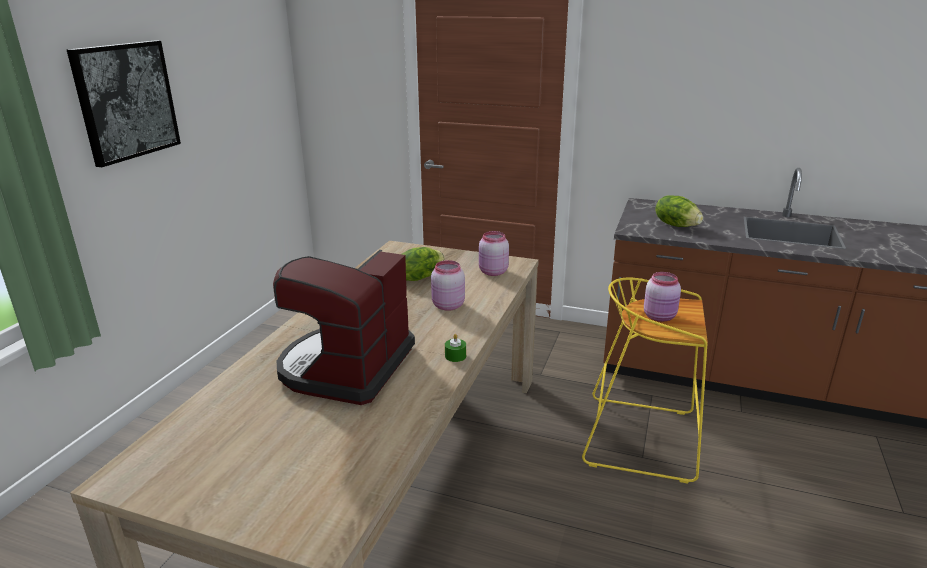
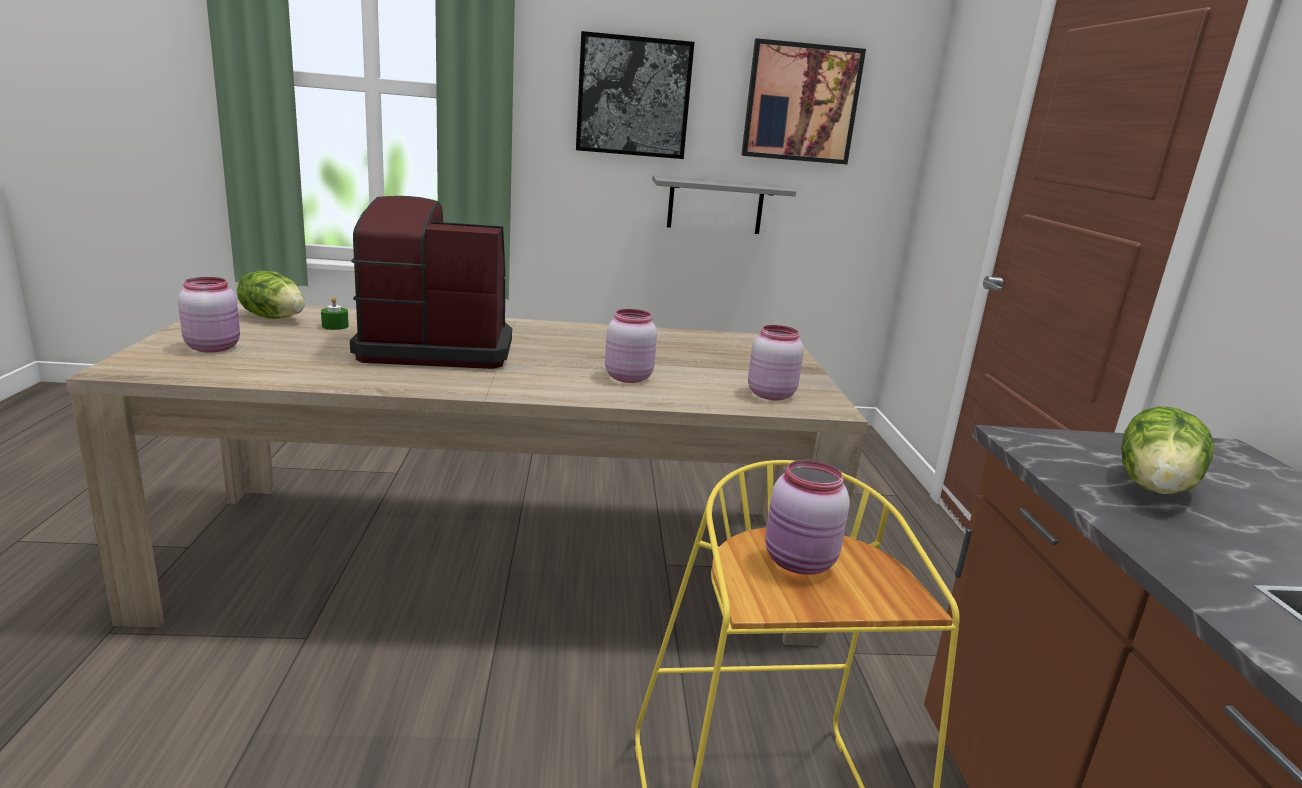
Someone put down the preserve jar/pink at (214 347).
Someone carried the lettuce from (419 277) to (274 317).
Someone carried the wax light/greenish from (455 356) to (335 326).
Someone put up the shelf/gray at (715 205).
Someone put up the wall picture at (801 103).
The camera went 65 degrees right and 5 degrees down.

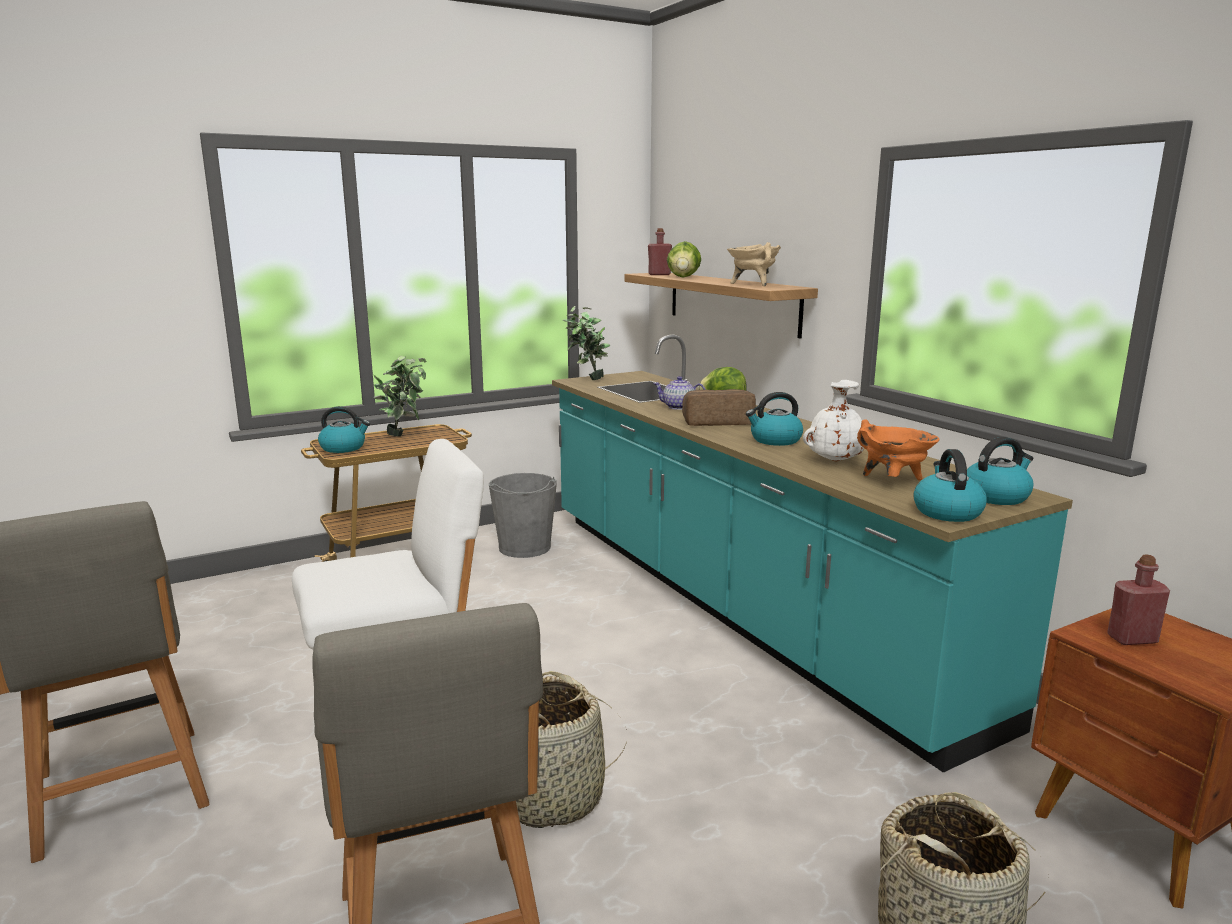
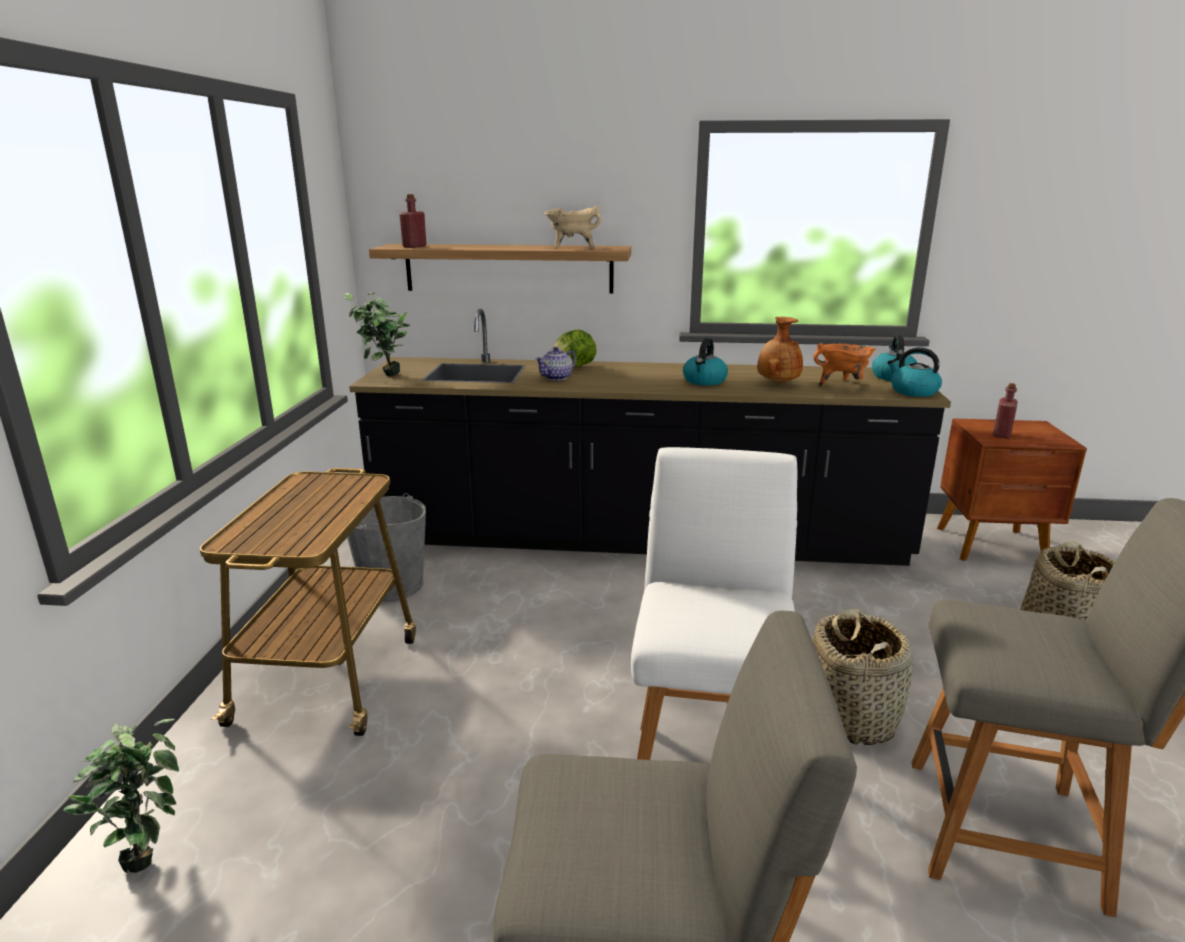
Someone carried the houseplant from (404 434) to (146 851).
Someone repainted the kitchen base unit/turquoise at (734 603), which became the kitchen base unit/blackish at (638 539).
Someone repainted the decorative vase/whitish at (834 460), which became the decorative vase/brownish at (777 383).
Someone took away the tea kettle at (344 448).
Someone took away the lettuce at (683 277).
Someone took away the baked bread at (717 422).
The camera went 55 degrees left and 5 degrees up.

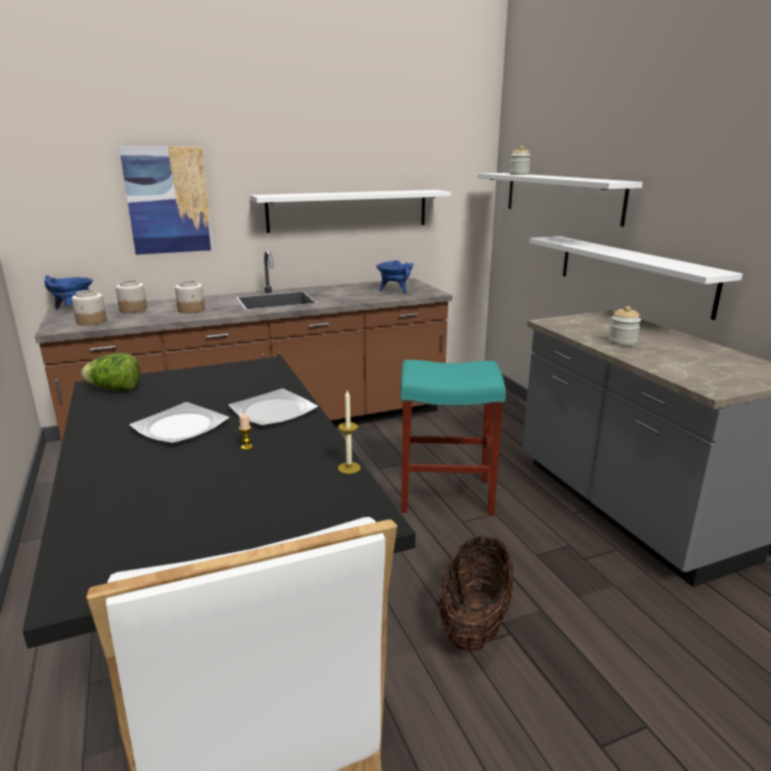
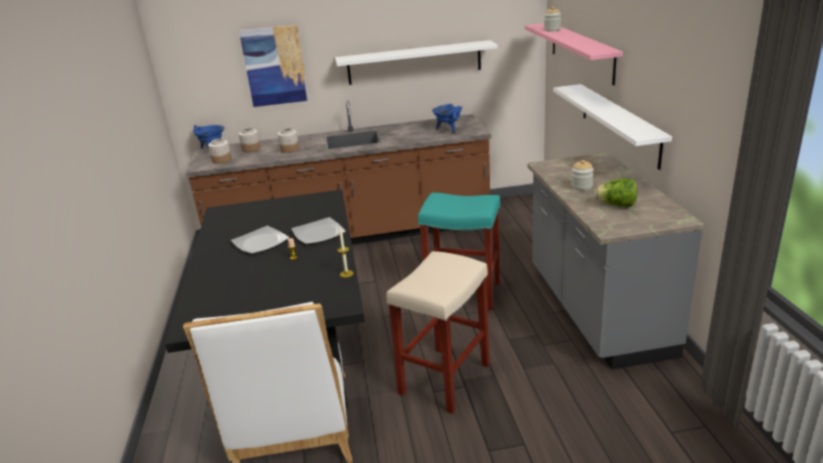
Someone swapped the storage basket at (474 622) for the stool seat/beige-coloured at (444 378).
Someone repainted the shelf/whitish at (561 196), which became the shelf/pink at (581 51).
Someone carried the lettuce from (115 389) to (616 205).
The camera went 15 degrees right and 5 degrees up.

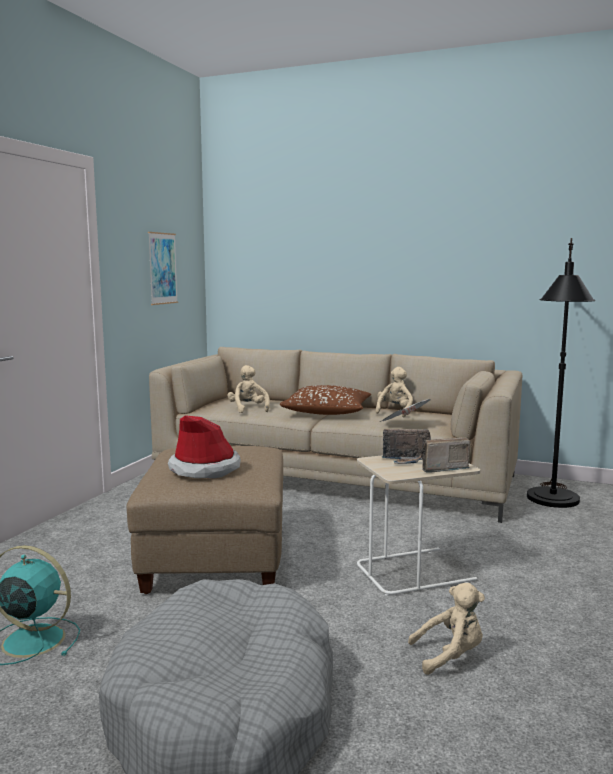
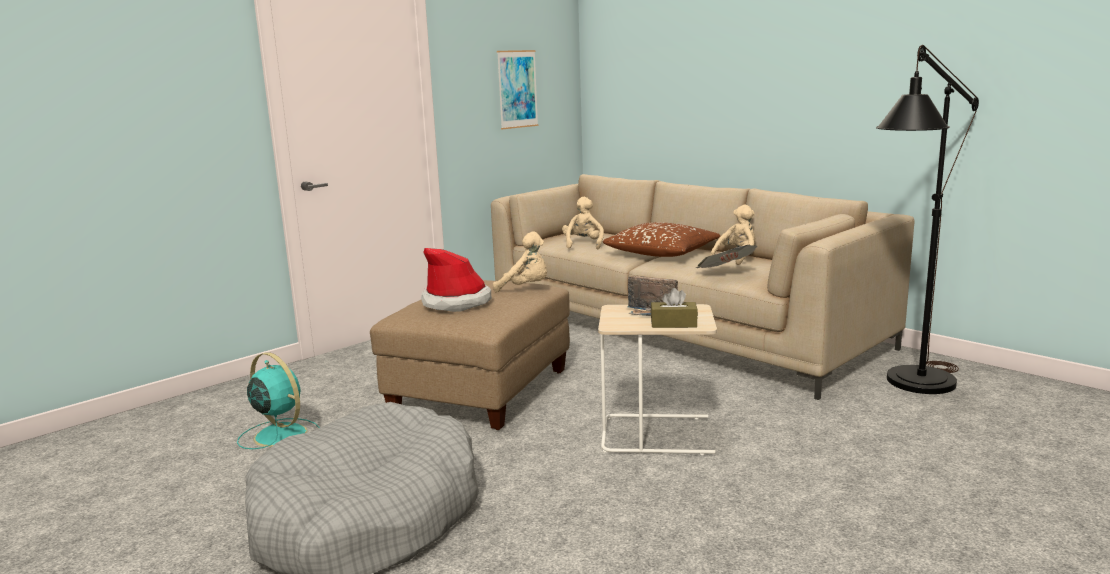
Someone carried the soft toy/beige-coloured from (450 656) to (525 288).
Someone swapped the radio at (440 468) for the tissue holder/brownish at (673 324).
The camera went 25 degrees right and 5 degrees up.

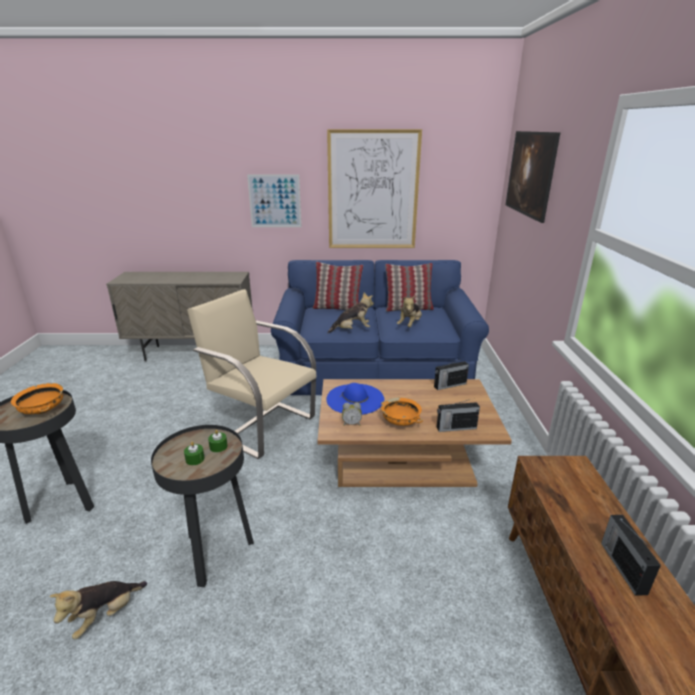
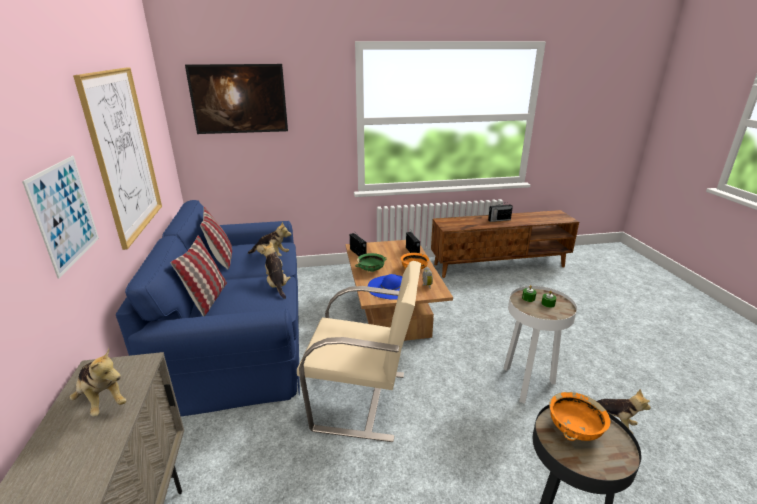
Someone put down the soft toy at (102 400).
Someone rotated the easy chair/beige-coloured at (261 425) by 105 degrees counterclockwise.
Someone put down the serving bowl/greenish at (371 269).
Someone repainted the side table/blackish at (216 554), which became the side table/whitish at (527 384).
The camera went 100 degrees left and 0 degrees up.

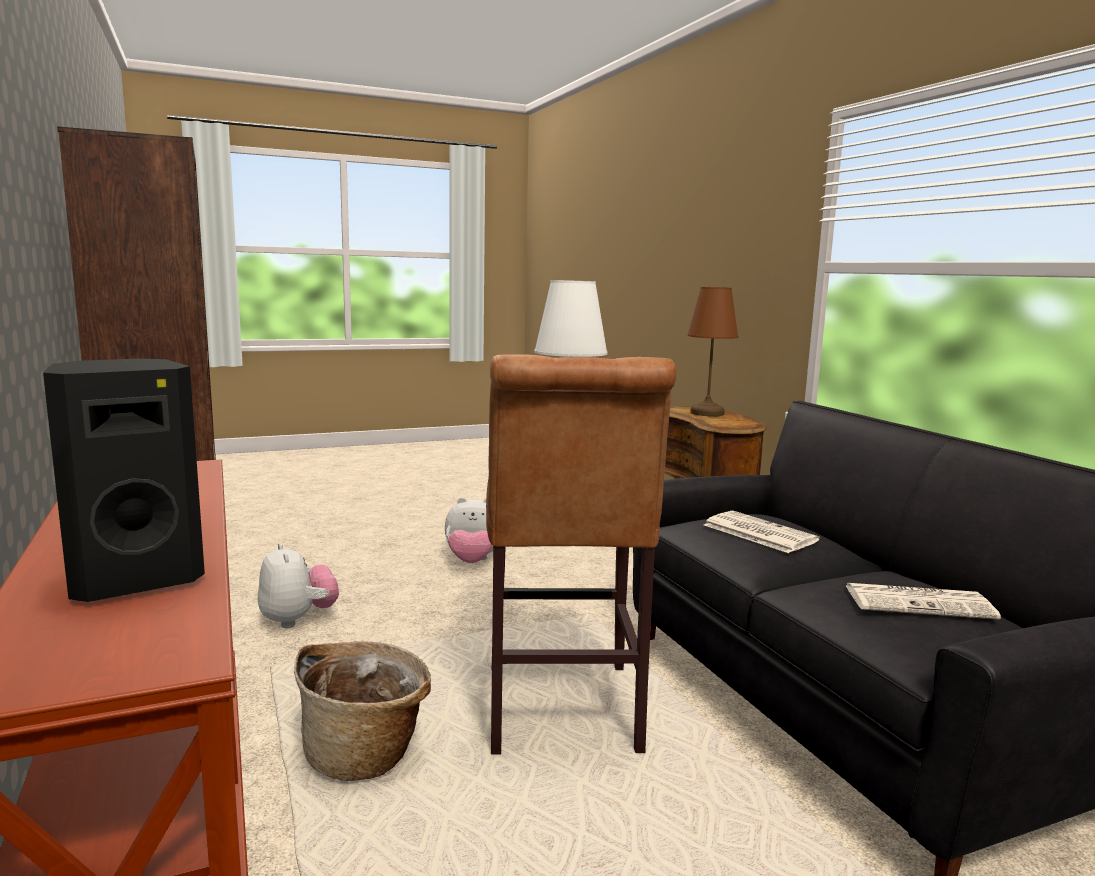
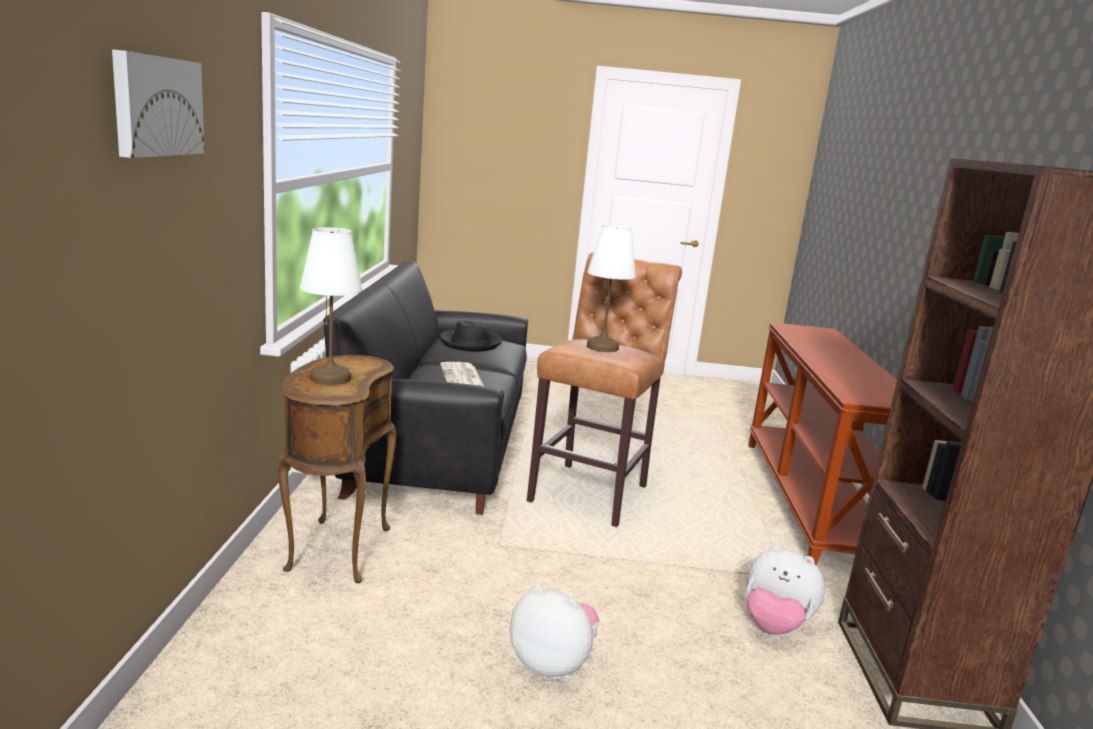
Someone put up the wall picture at (156 106).
Someone repainted the lamp for a table/brownish at (707 413), which became the lamp for a table/whitish at (330 378).
Someone swapped the printed paper at (920 602) for the clothing hat/blackish at (470 343).
Someone rotated the soft toy at (298 620) by 60 degrees counterclockwise.
Someone took away the loudspeaker/blackish at (135 579).
Someone took away the storage basket at (366 754).
The camera went 155 degrees left and 5 degrees up.

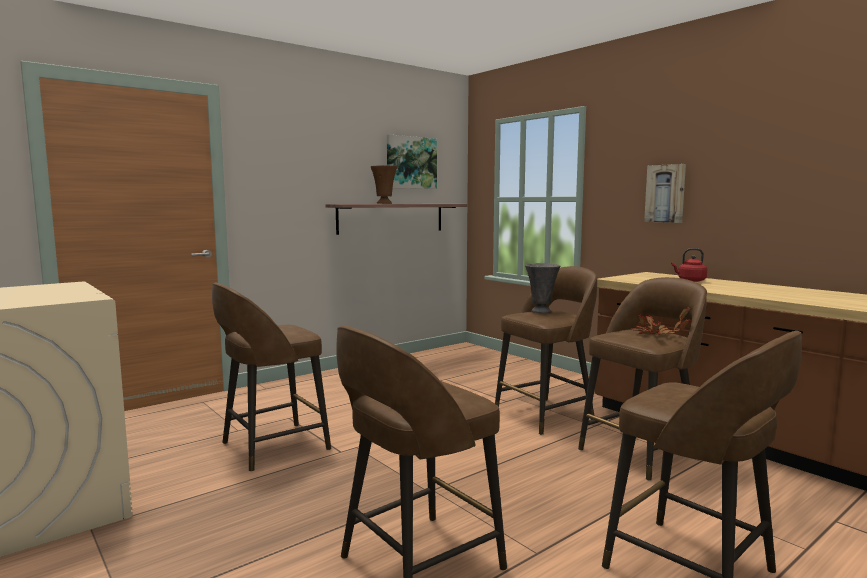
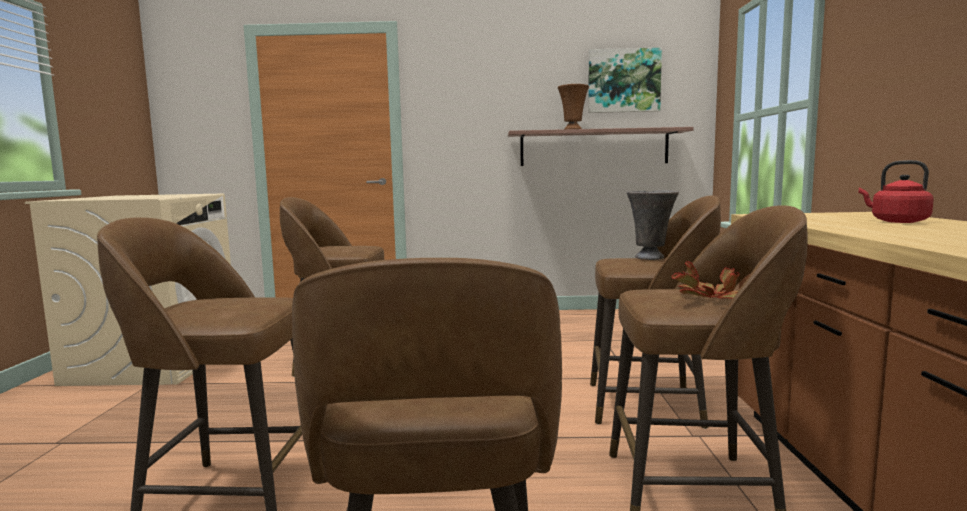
Someone took away the wall picture at (665 193).
The camera went 40 degrees right and 0 degrees up.

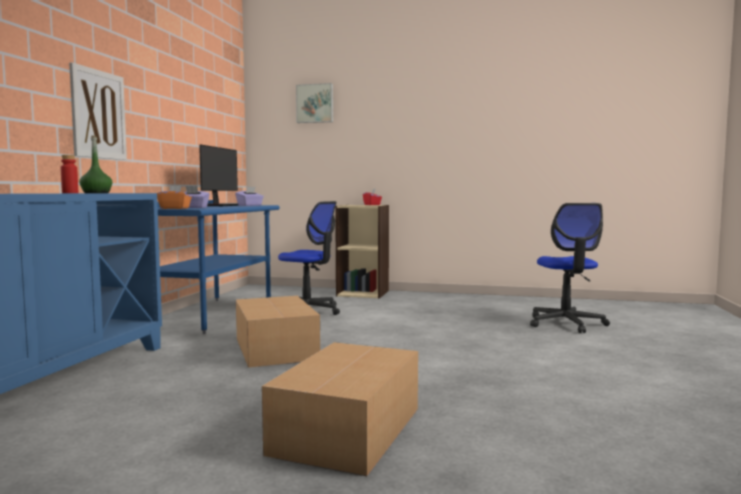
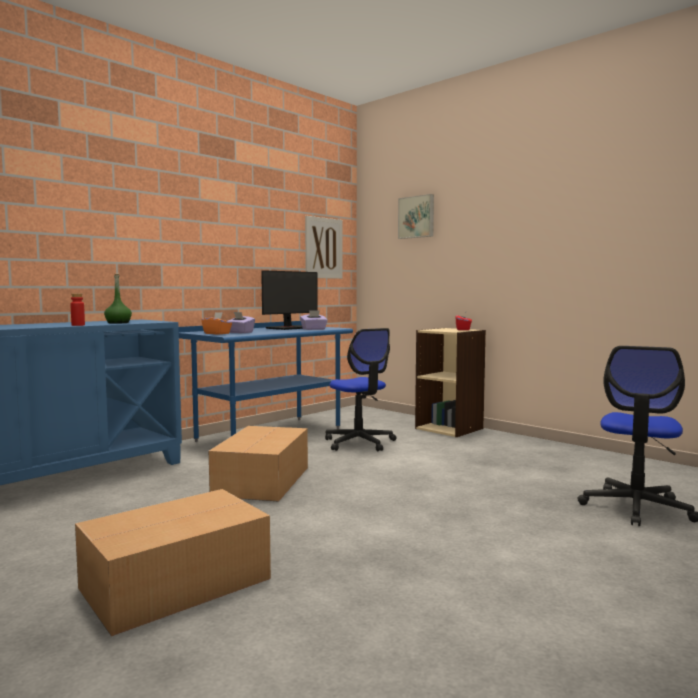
Someone carried the wall picture from (98 114) to (323 248).
The camera went 30 degrees right and 0 degrees up.

